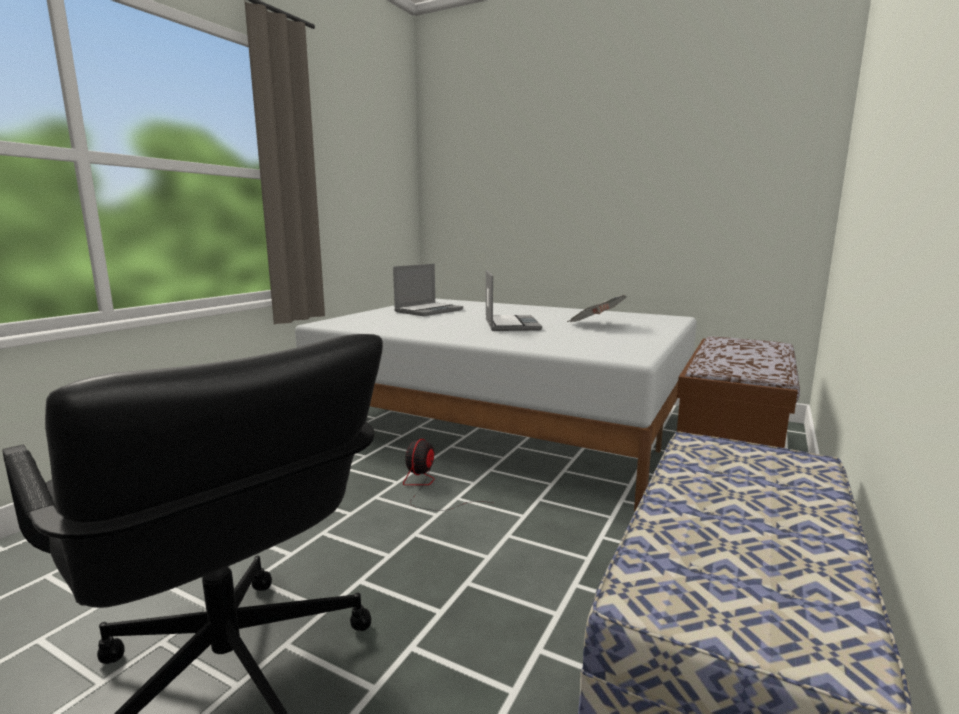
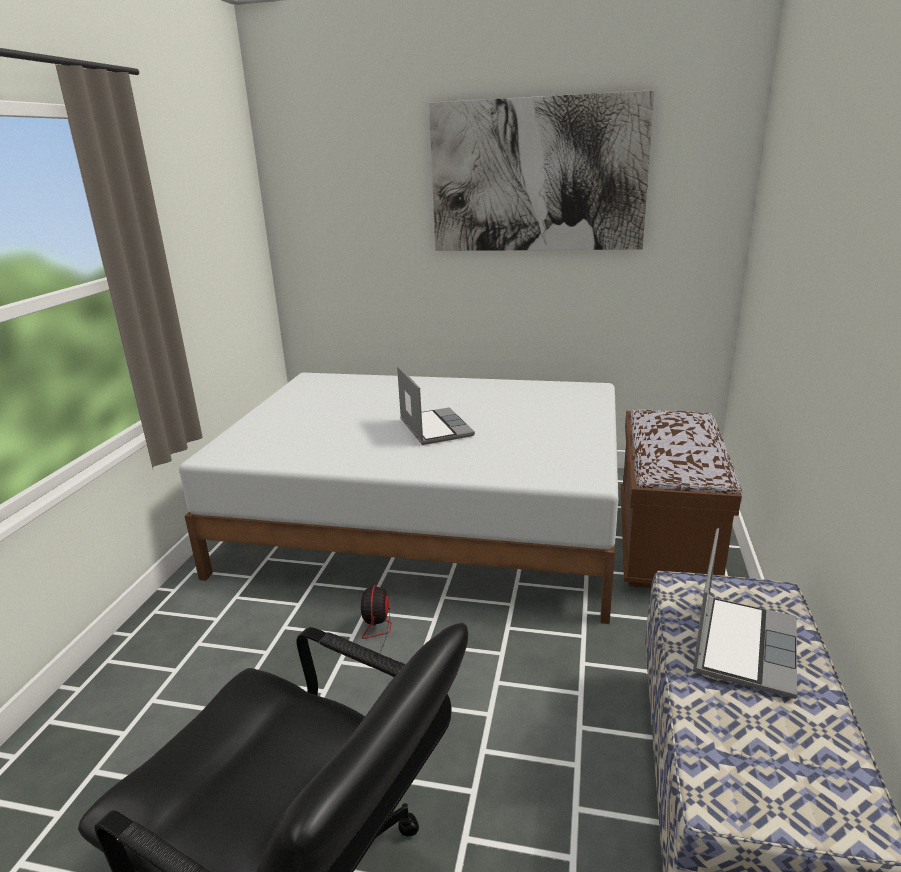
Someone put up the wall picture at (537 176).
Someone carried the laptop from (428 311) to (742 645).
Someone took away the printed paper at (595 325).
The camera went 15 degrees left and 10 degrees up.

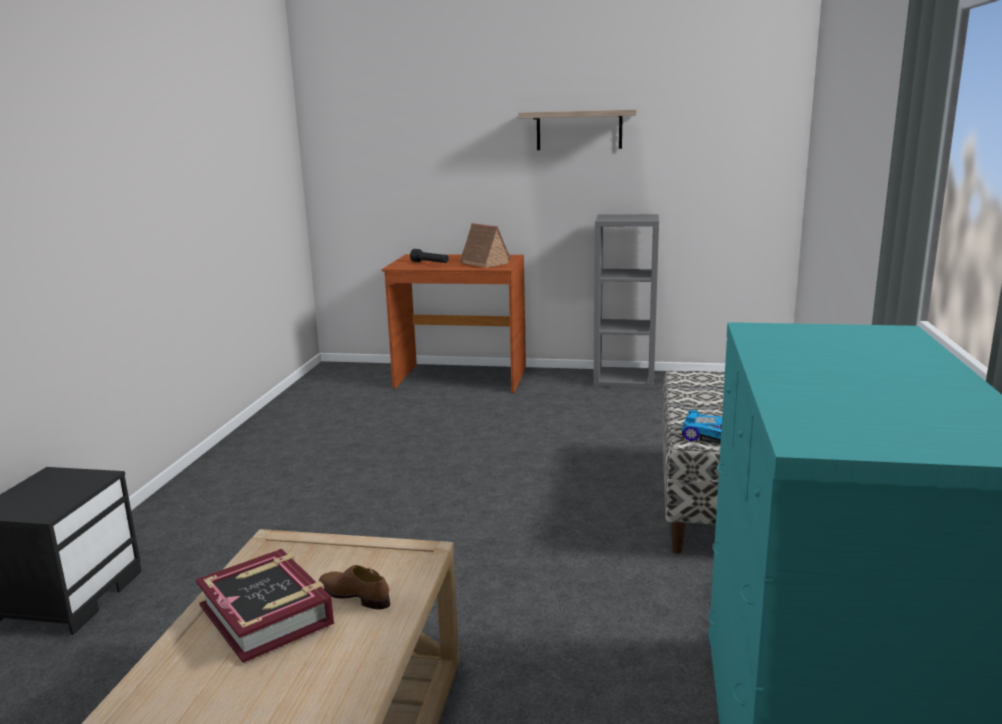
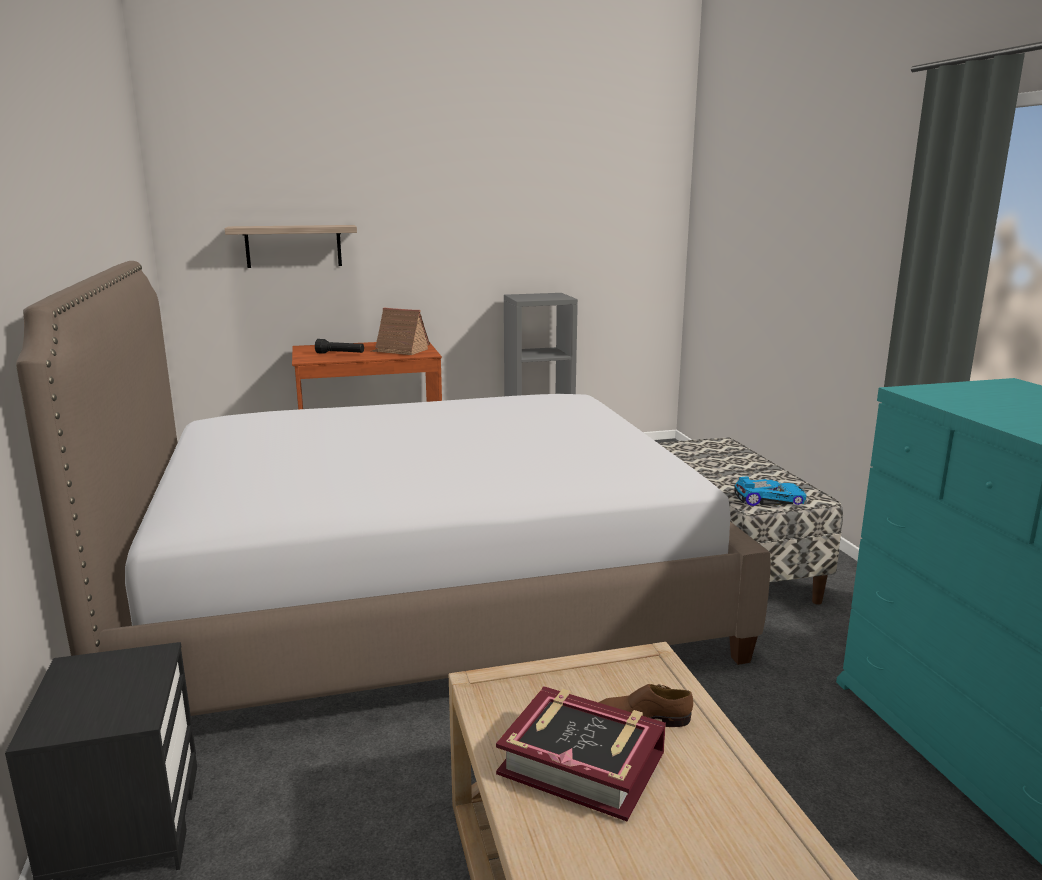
Someone put down the bedroom bed at (421 600).
Someone carried the shelf from (579 130) to (293 246).
The camera went 25 degrees left and 0 degrees up.

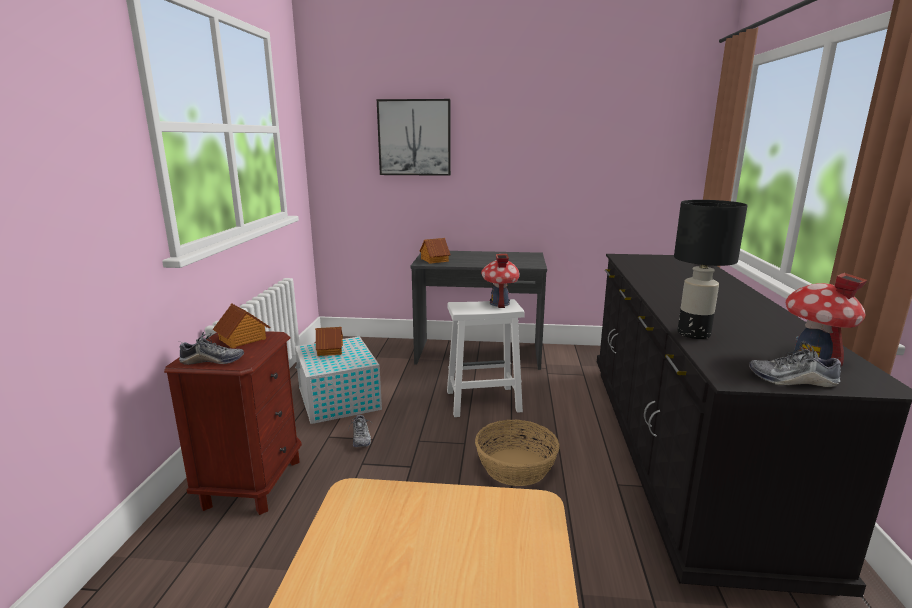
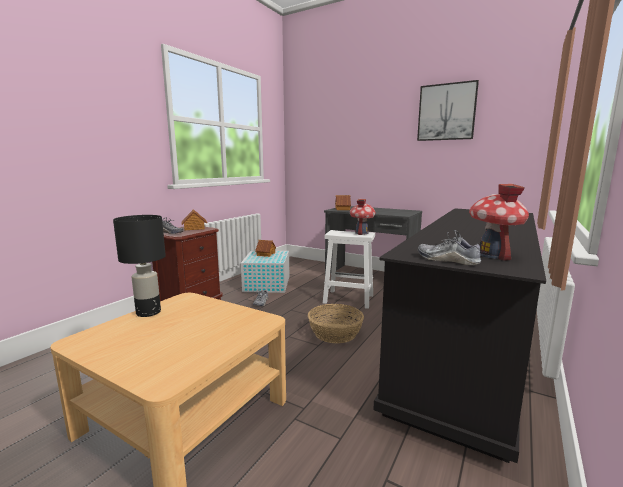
Someone carried the lamp for a table/blackish from (693 333) to (149 312).
Someone carried the wall picture from (414 138) to (446 112).
The camera went 25 degrees right and 5 degrees down.

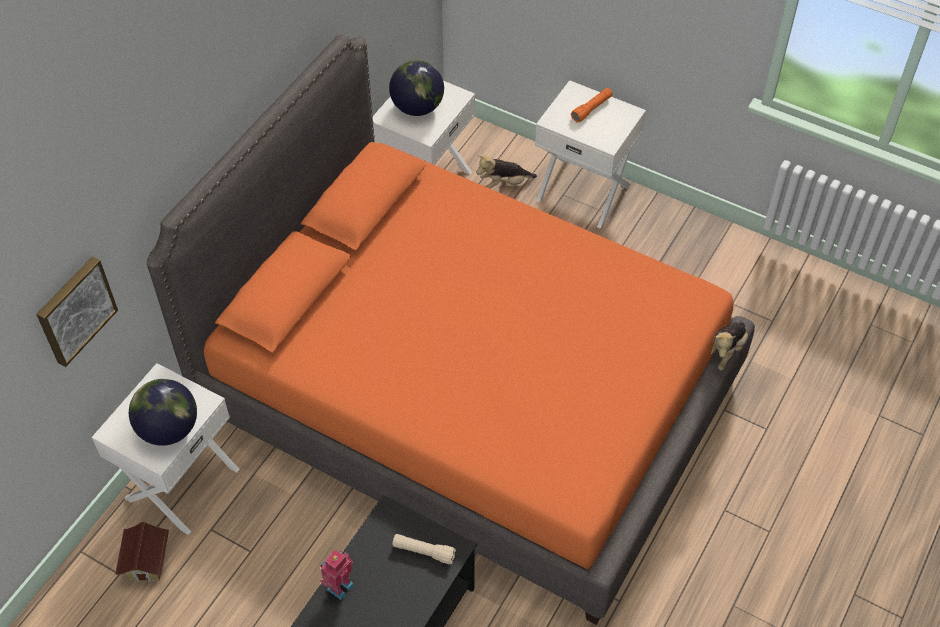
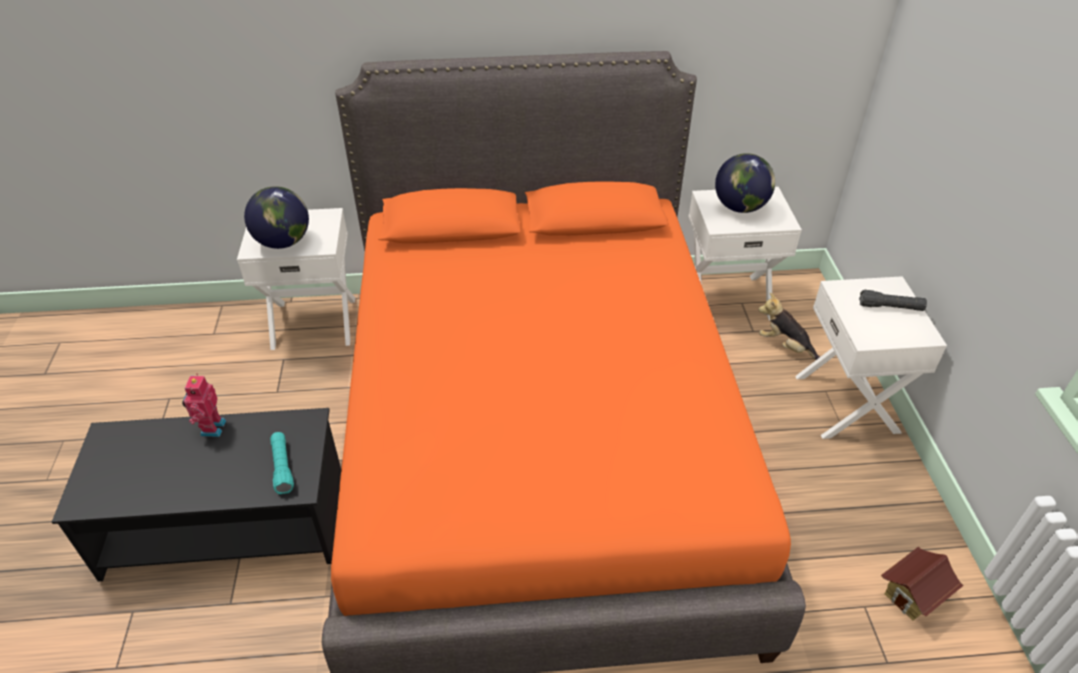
Someone rotated the toy robot at (339 586) by 90 degrees counterclockwise.
Someone repainted the hand torch/beige-coloured at (424 552), which became the hand torch/turquoise at (282 467).
Someone repainted the hand torch/orangey at (591 109), which became the hand torch/blackish at (890 307).
Someone carried the toy house from (148 563) to (912 596).
Someone took away the wall picture at (74 310).
Someone took away the soft toy at (724 351).
The camera went 55 degrees right and 10 degrees down.

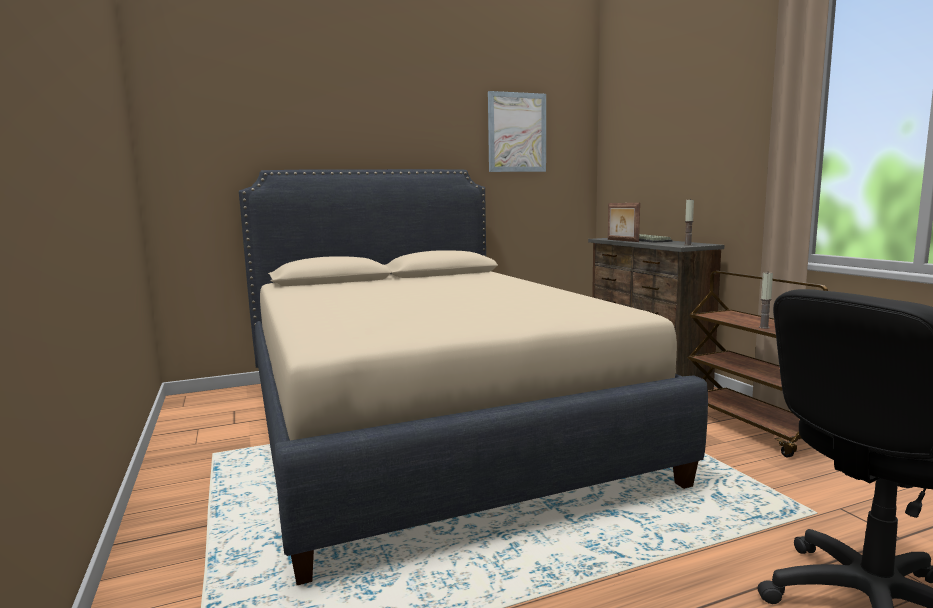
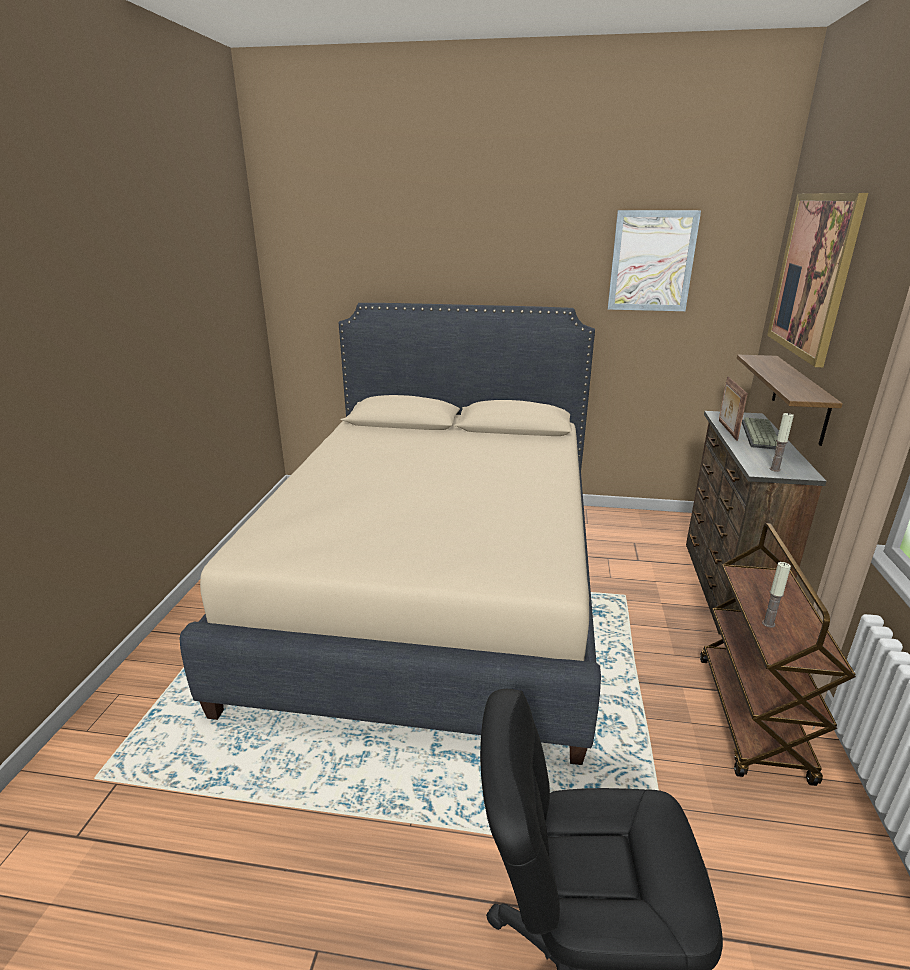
Someone put up the shelf at (800 398).
Someone put up the wall picture at (813 275).
The camera went 30 degrees right and 15 degrees up.

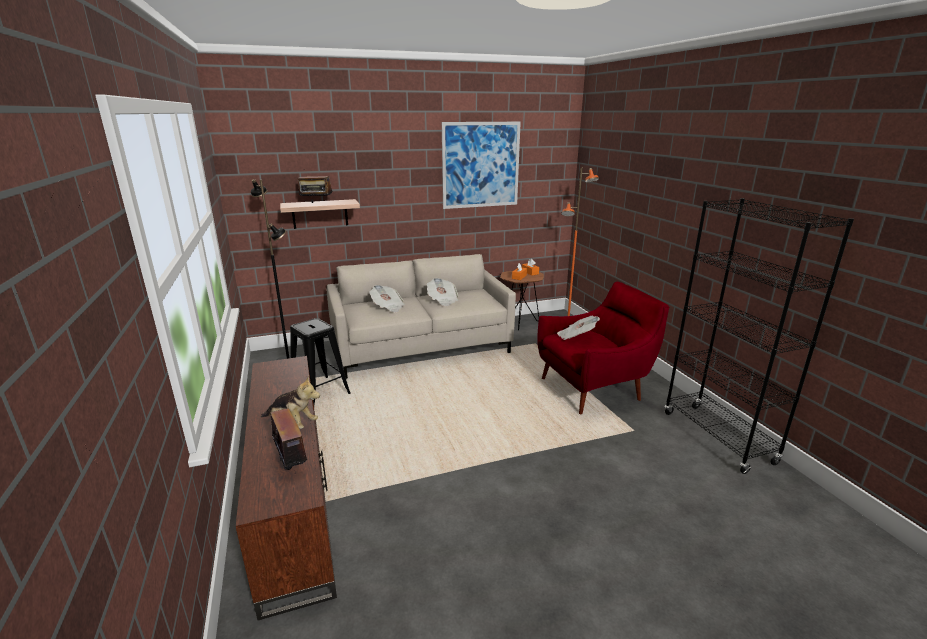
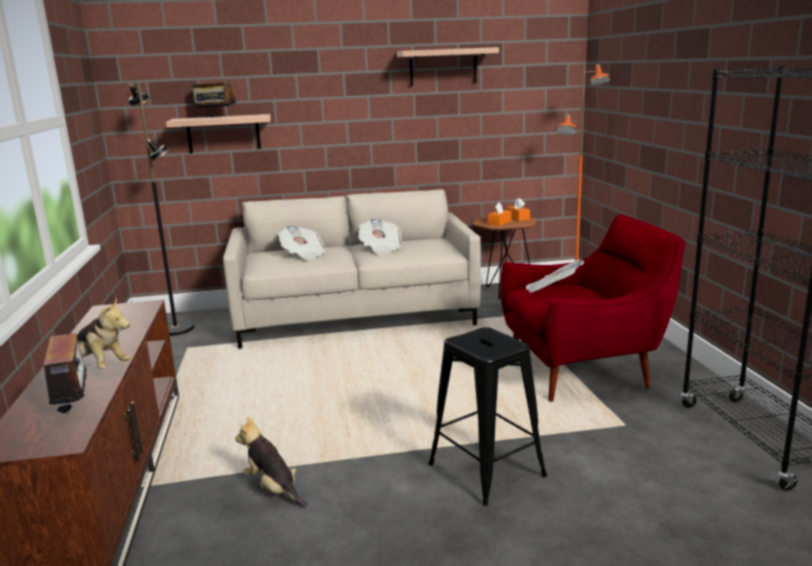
Someone put down the soft toy at (273 489).
Someone swapped the wall picture at (481 165) for the shelf at (443 67).
Someone carried the stool seat/blackish from (320 392) to (486 469).
The camera went 10 degrees right and 5 degrees down.

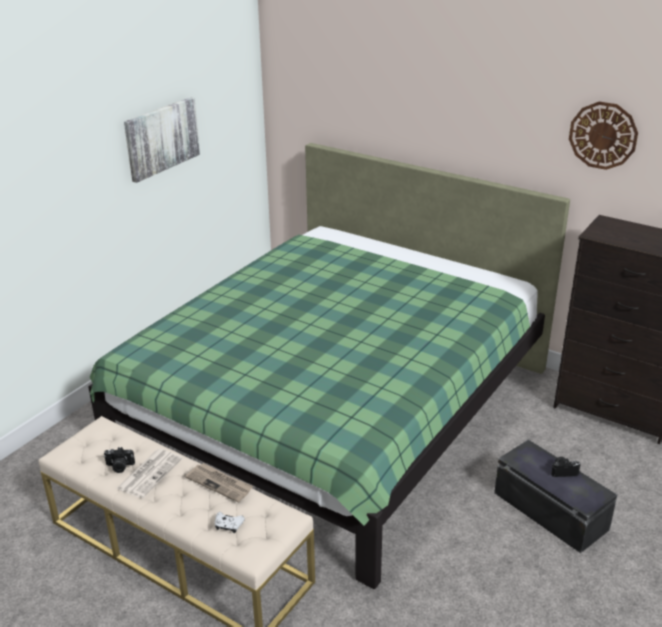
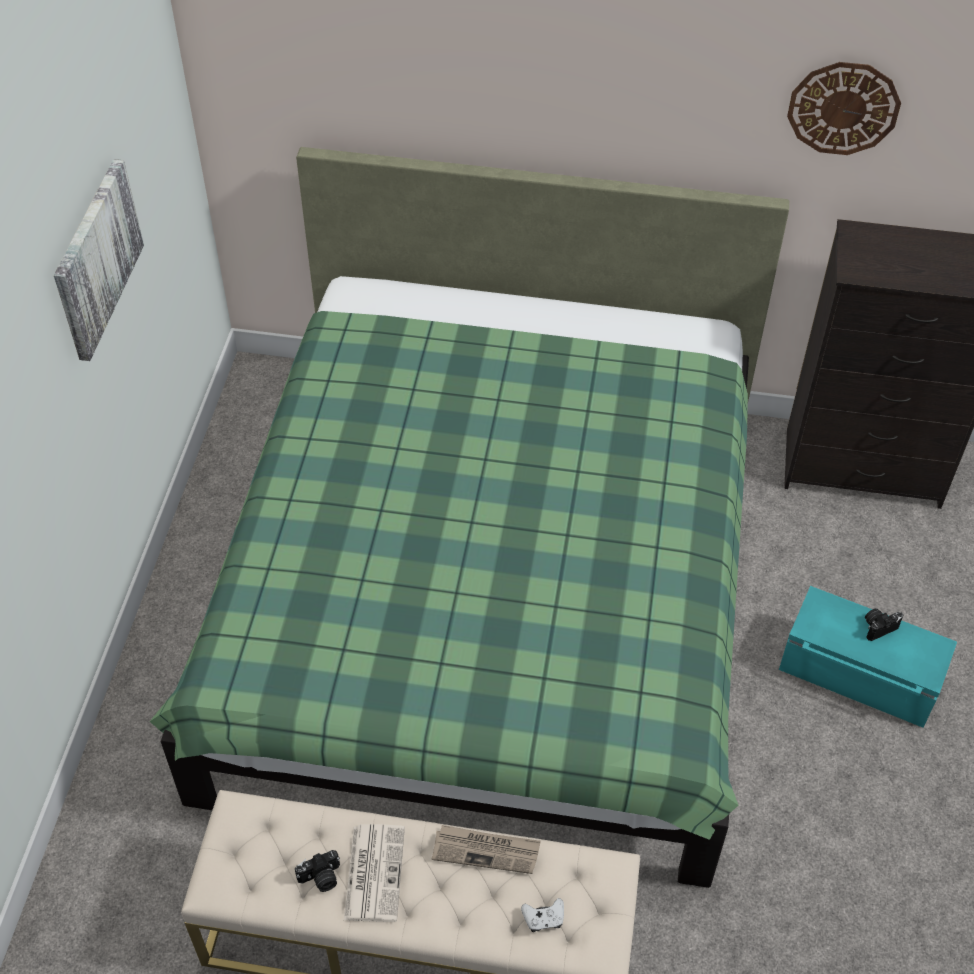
Someone repainted the storage container/blackish at (549 511), which became the storage container/turquoise at (859 675).
The camera went 25 degrees left and 20 degrees up.

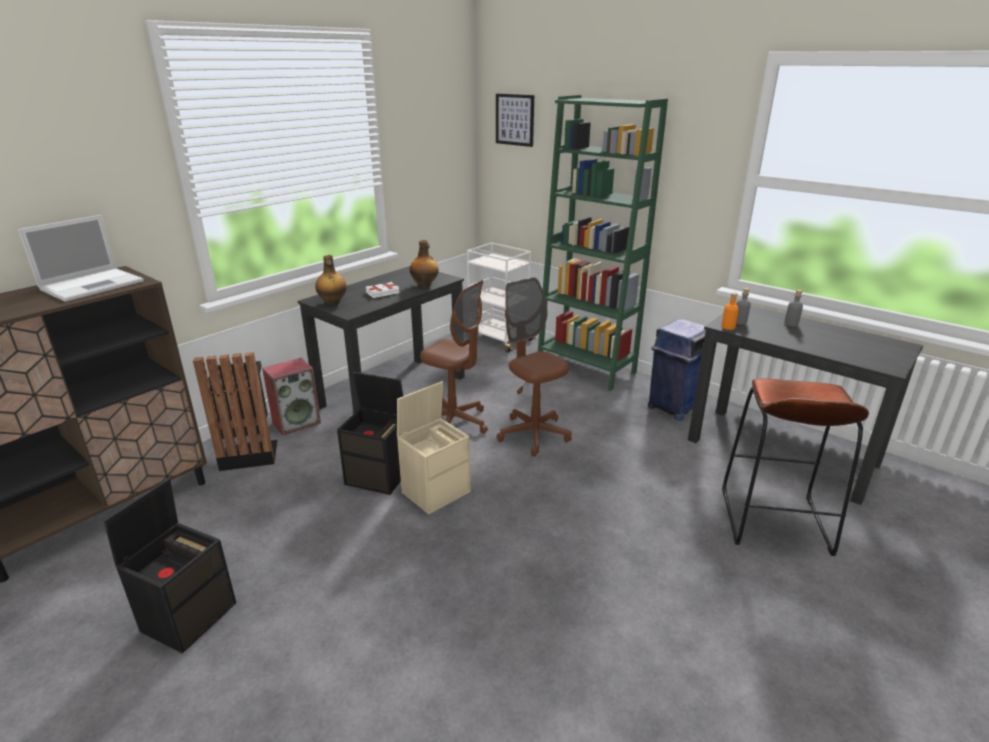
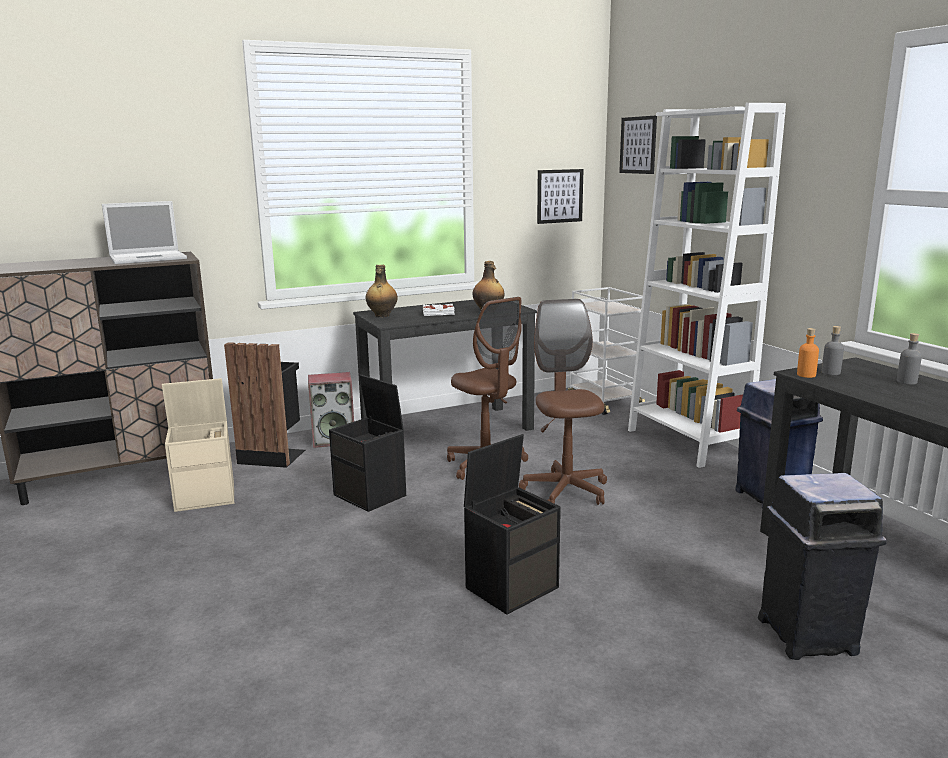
Someone carried the storage container/beige-coloured from (436 491) to (206 497).
Someone carried the storage container/blackish from (189 615) to (512 586).
Someone put up the wall picture at (559 196).
Someone repainted the bookcase/greenish at (586 368), which became the bookcase/whitish at (687 442).
Someone swapped the stool seat/brownish at (773 520) for the trash can/blackish at (809 635).
The camera went 25 degrees right and 10 degrees down.

